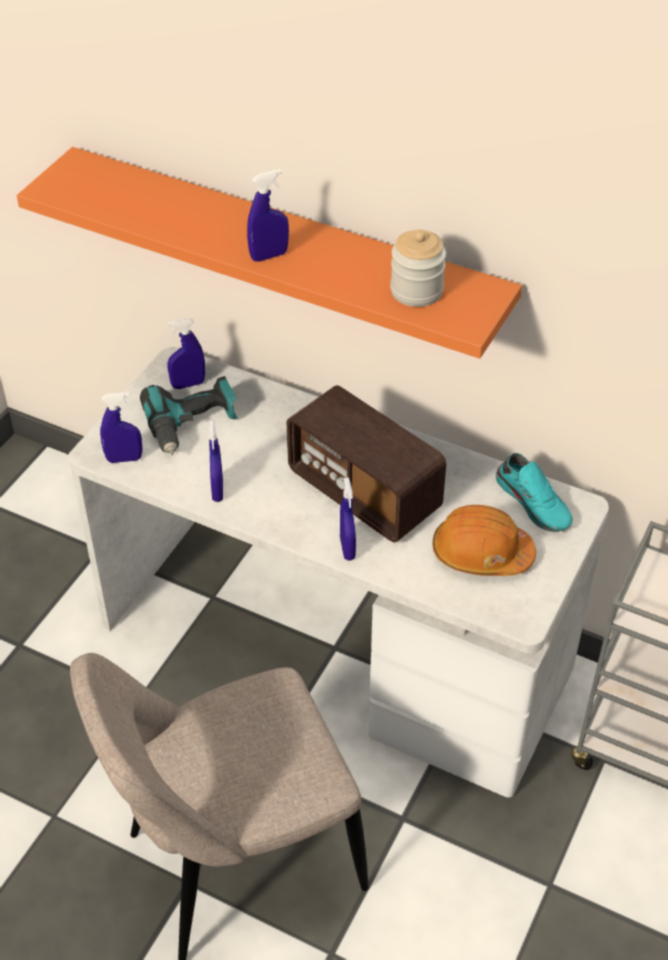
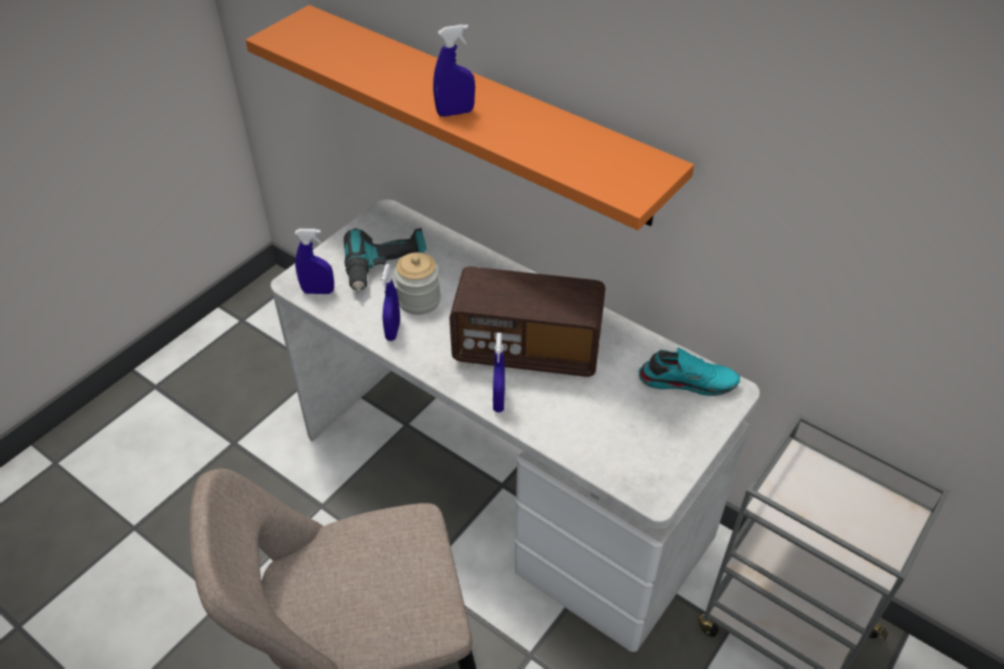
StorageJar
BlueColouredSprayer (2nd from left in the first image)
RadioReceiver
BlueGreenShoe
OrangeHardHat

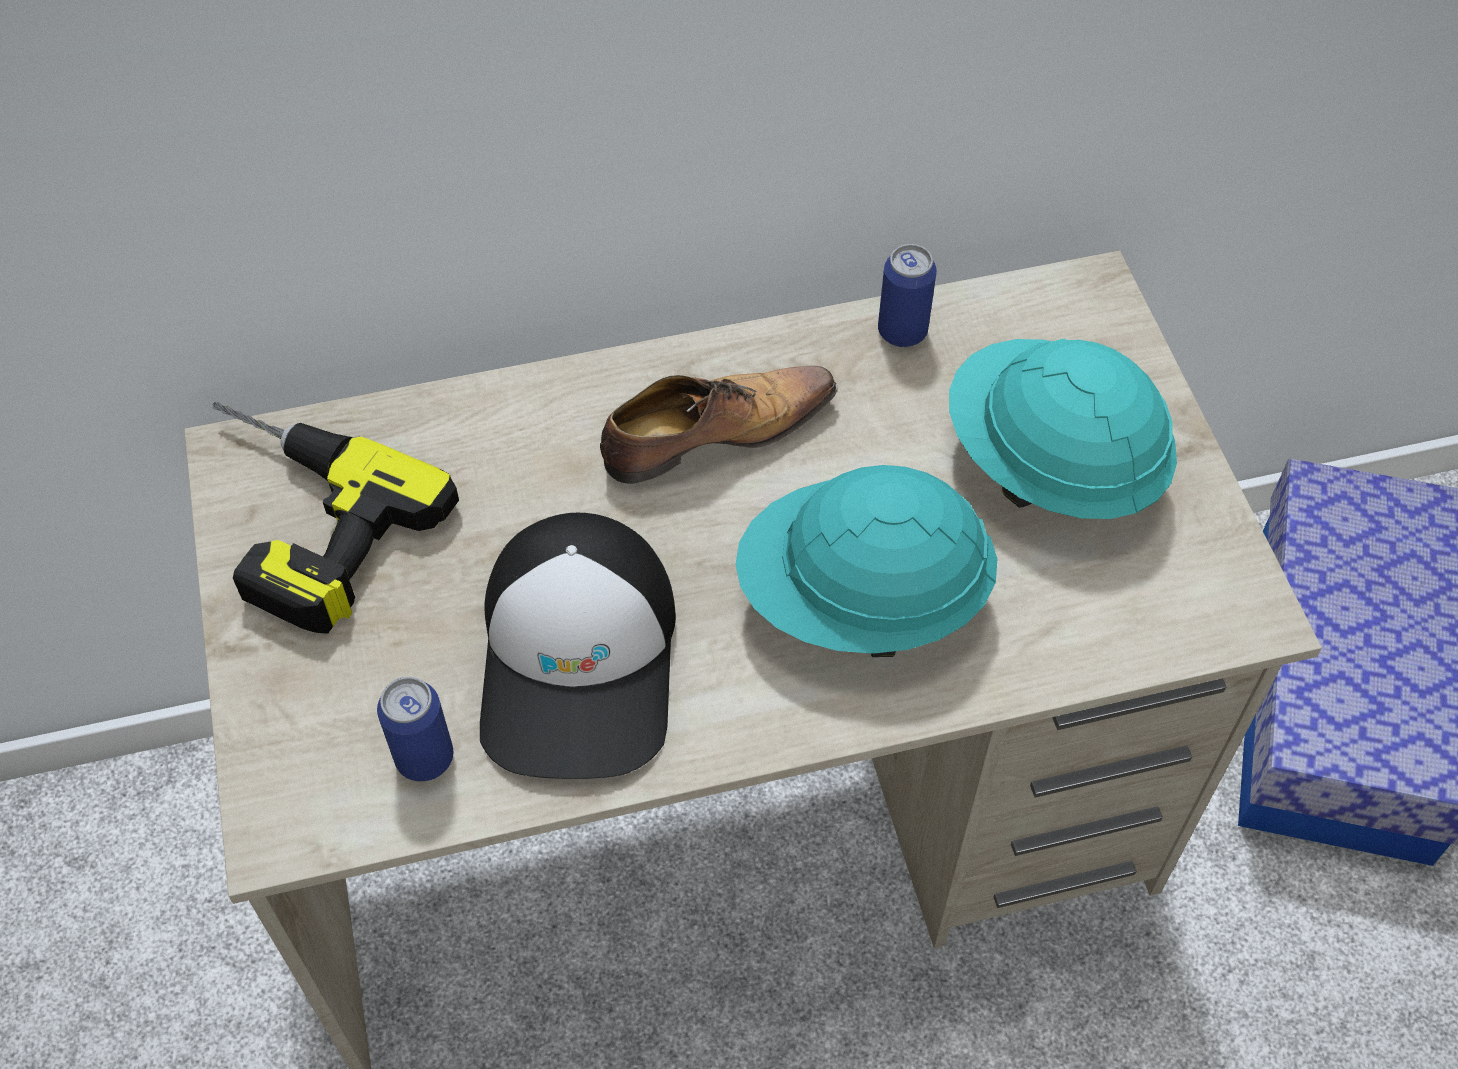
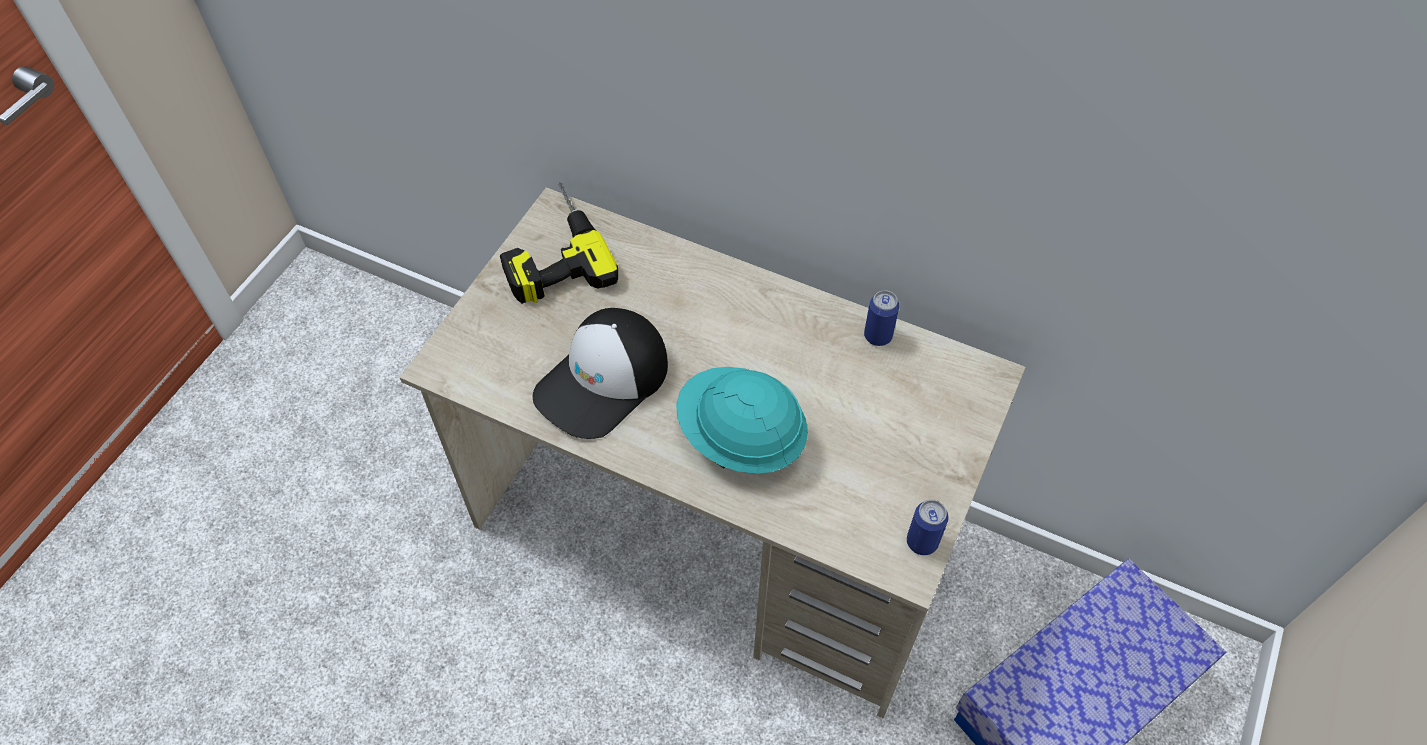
BlueGreenHardHat (2nd from left in the first image)
Shoe
MetalCan (2nd from left)

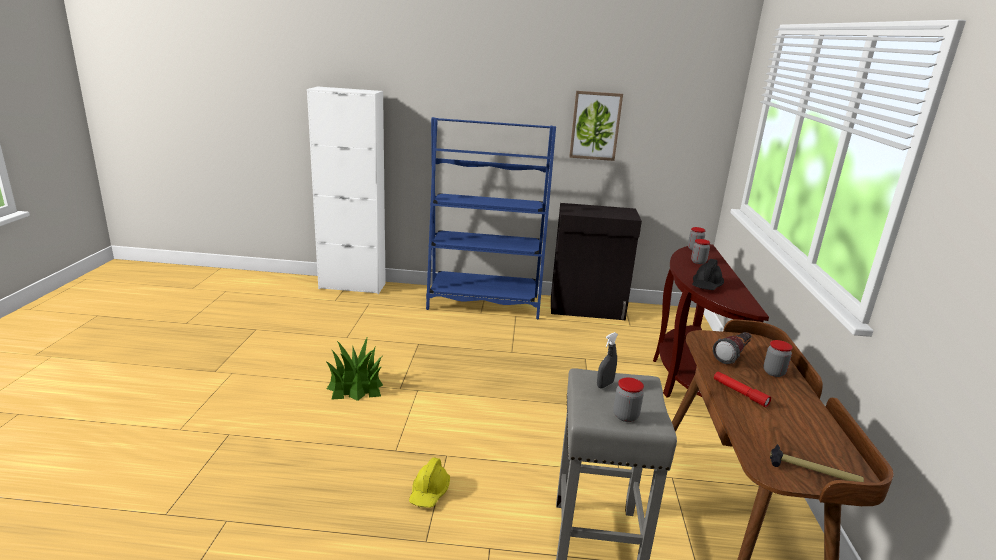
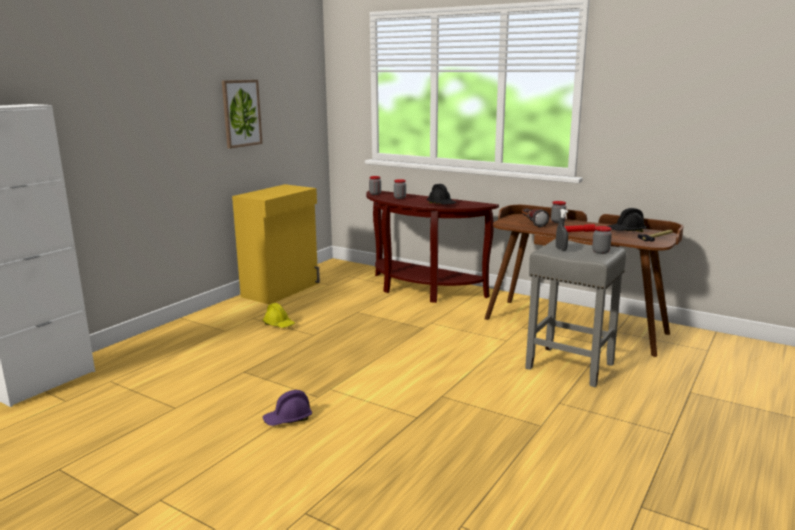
BlueColouredShelvingUnit
YellowColouredCupboard
PurpleColouredHardHat
YellowColouredHardHat
BlackColouredHardHat (2nd from left)

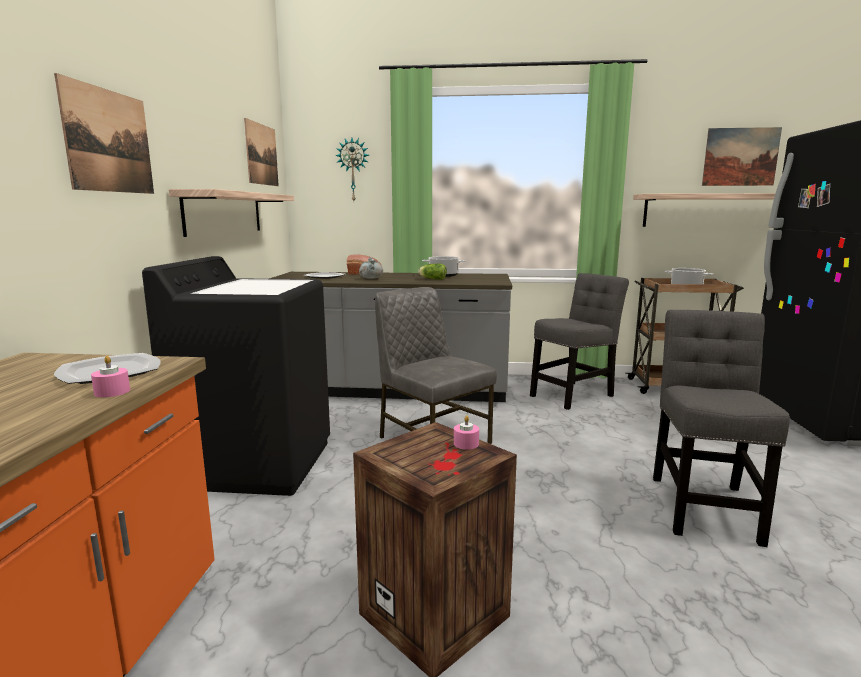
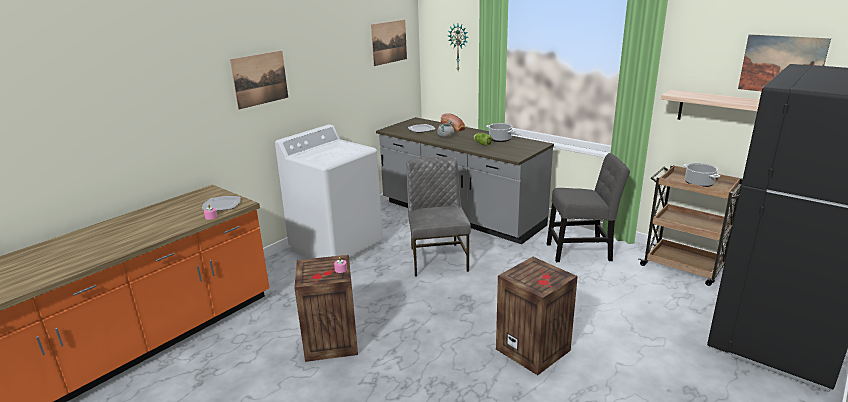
WallShelf (1st from left in the first image)
WhiteLaundryAppliance
Crate (2nd from left)

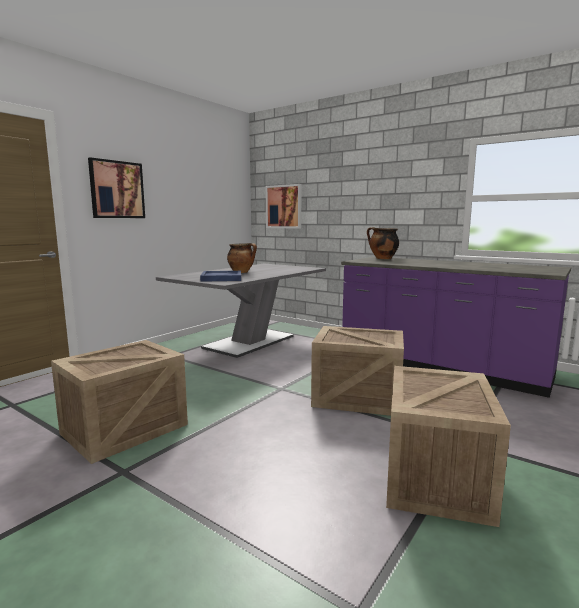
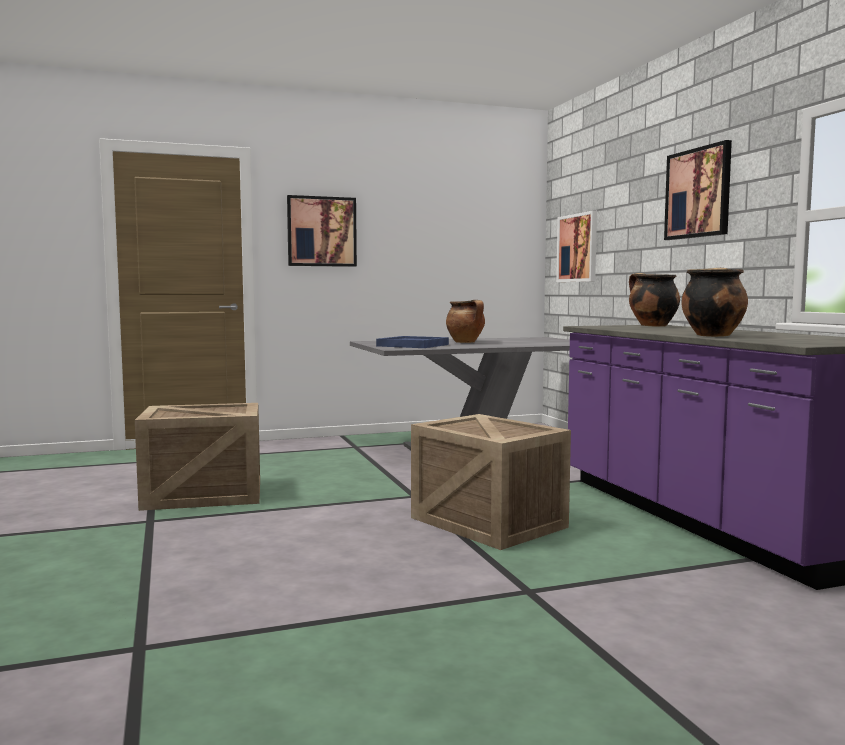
Crate (3rd from left in the first image)
WallArt (3rd from left)
Saucepot (3rd from left)

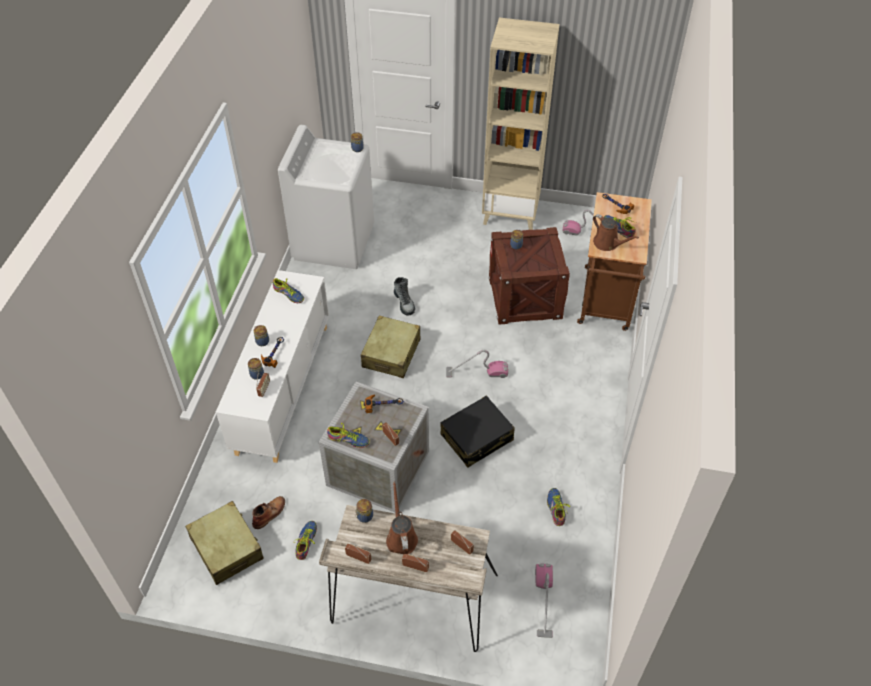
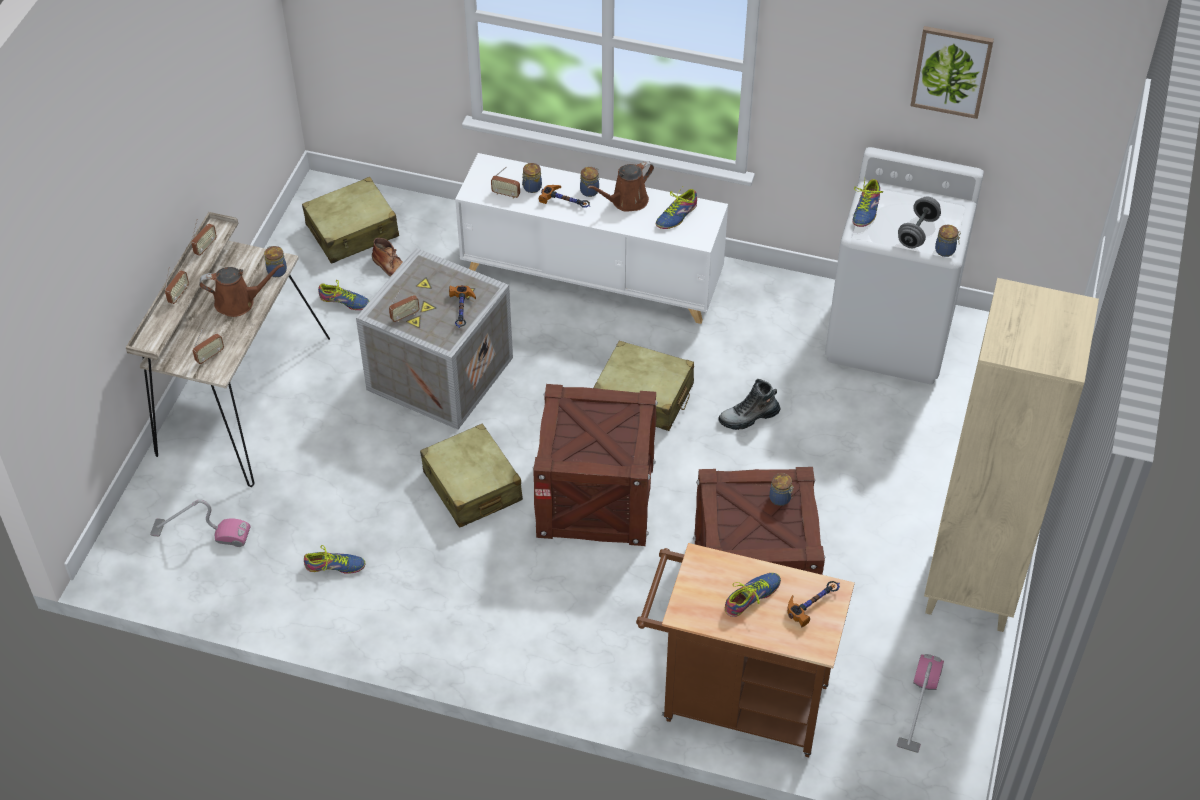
BrownSprinklingCan (2nd from left)
Crate (2nd from left)
SandColouredSuitcase (2nd from left)
Shoe (5th from left)
WallArt
GreyHandWeight

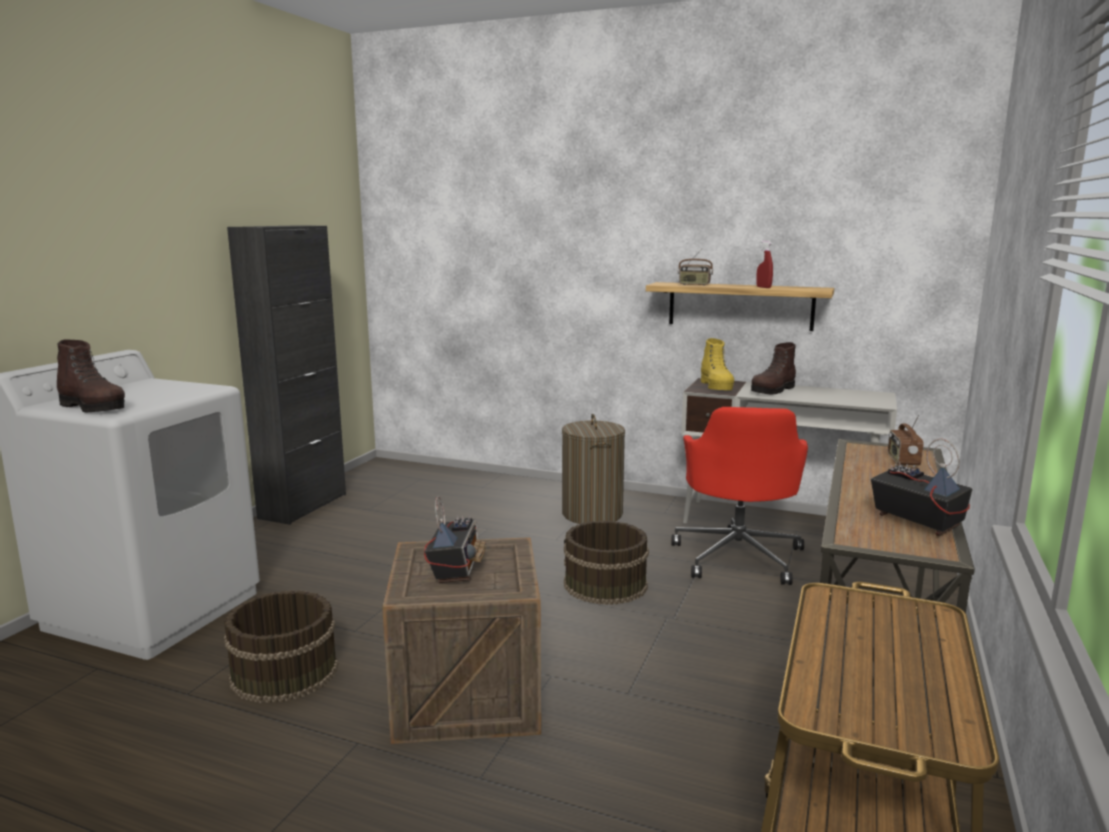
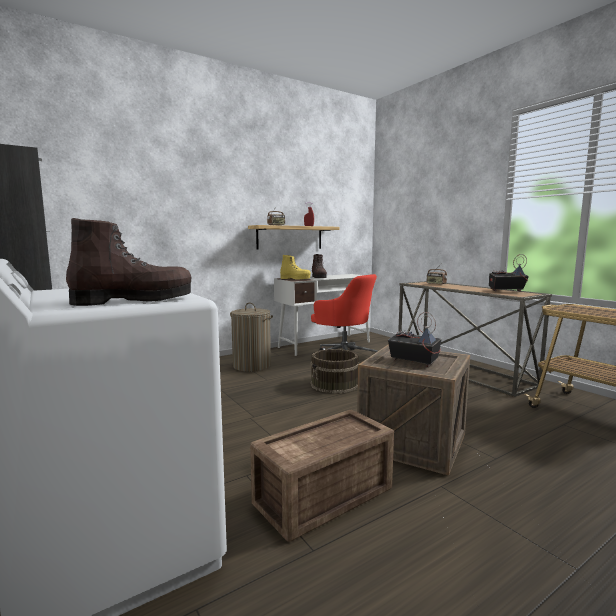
Crate (1st from left)

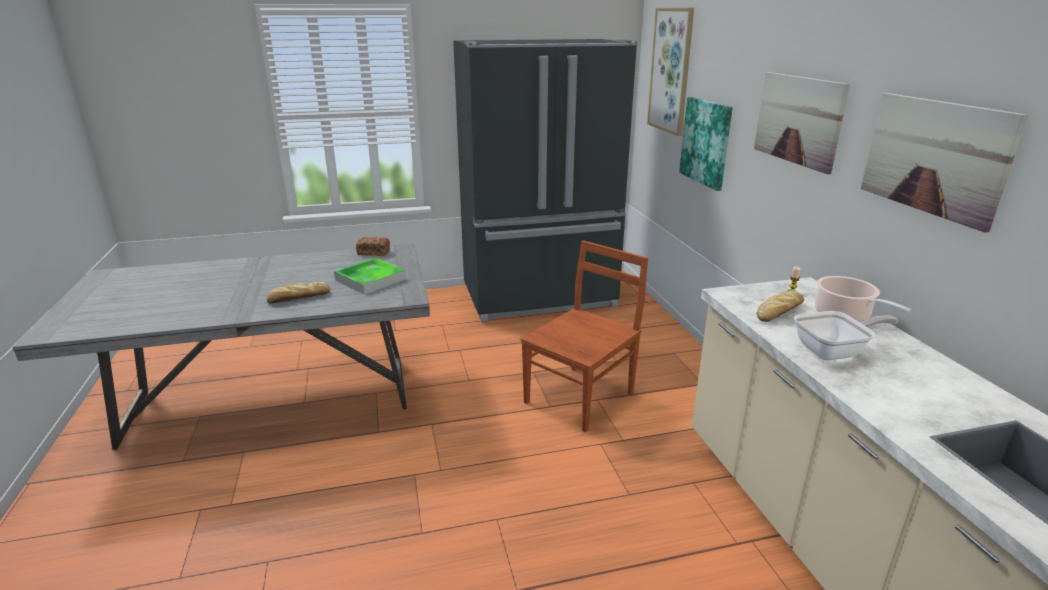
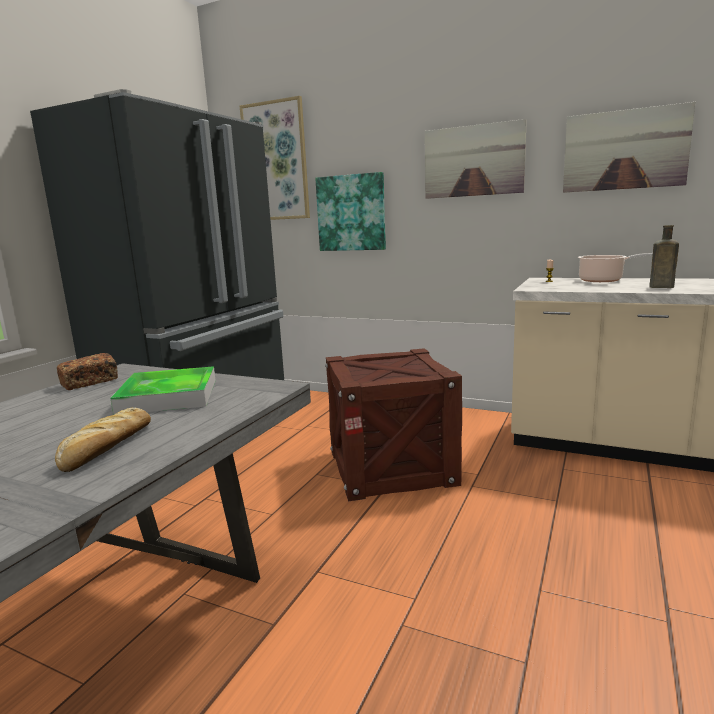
Crate
BakeryBread (3rd from left in the first image)
BrownBottle

